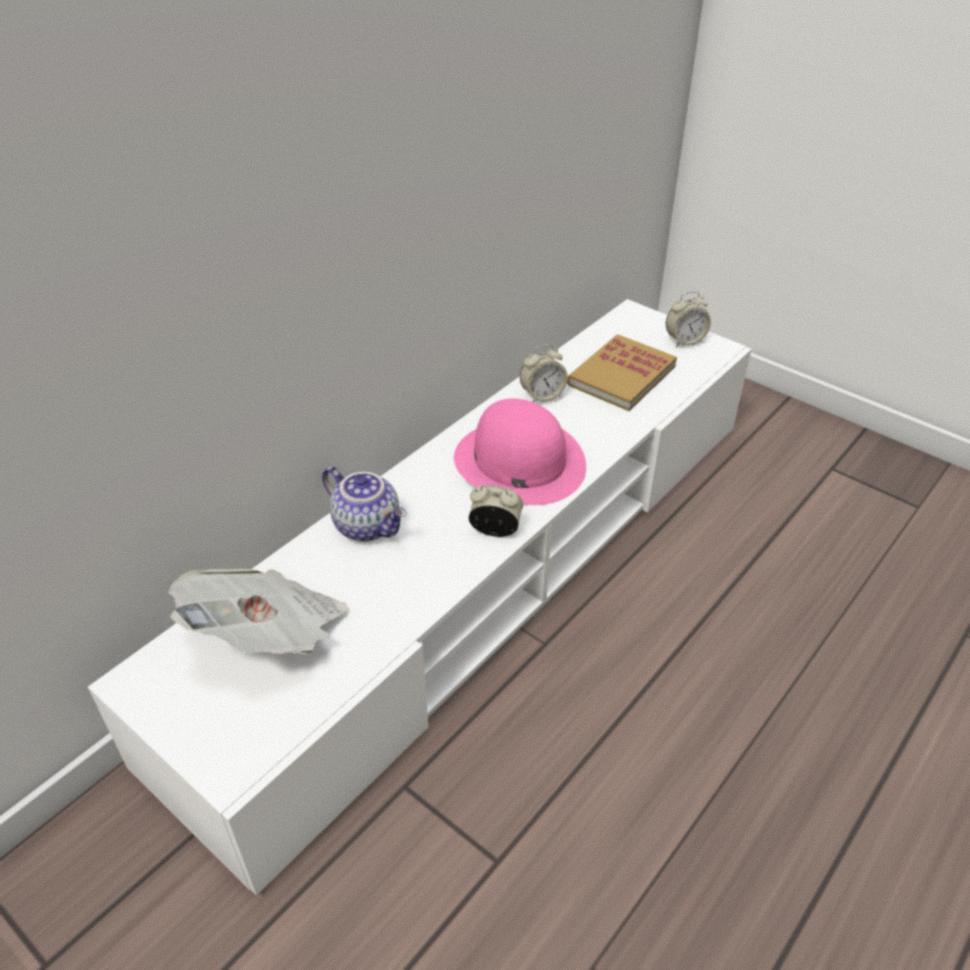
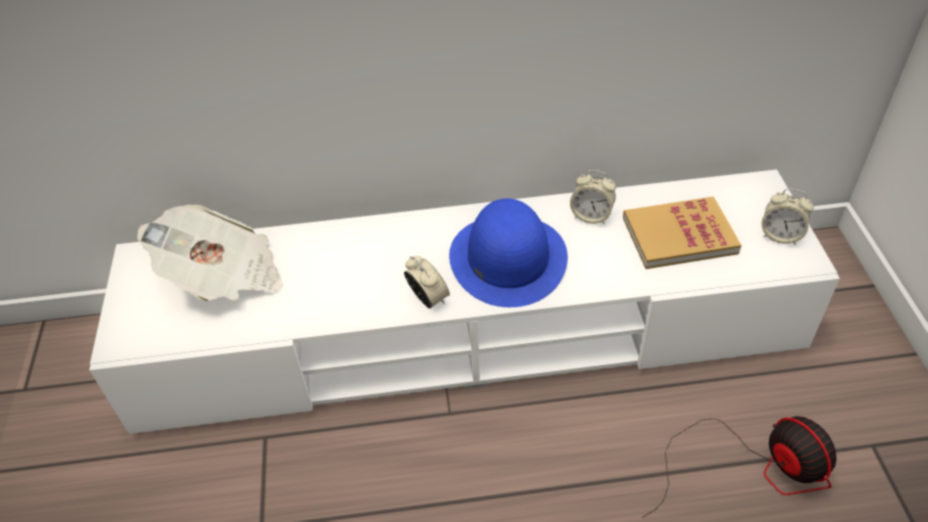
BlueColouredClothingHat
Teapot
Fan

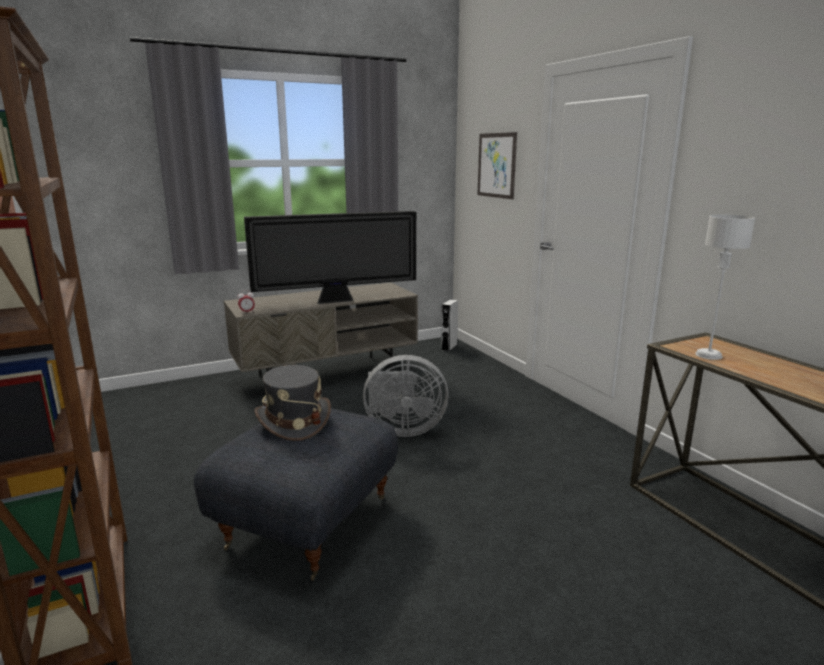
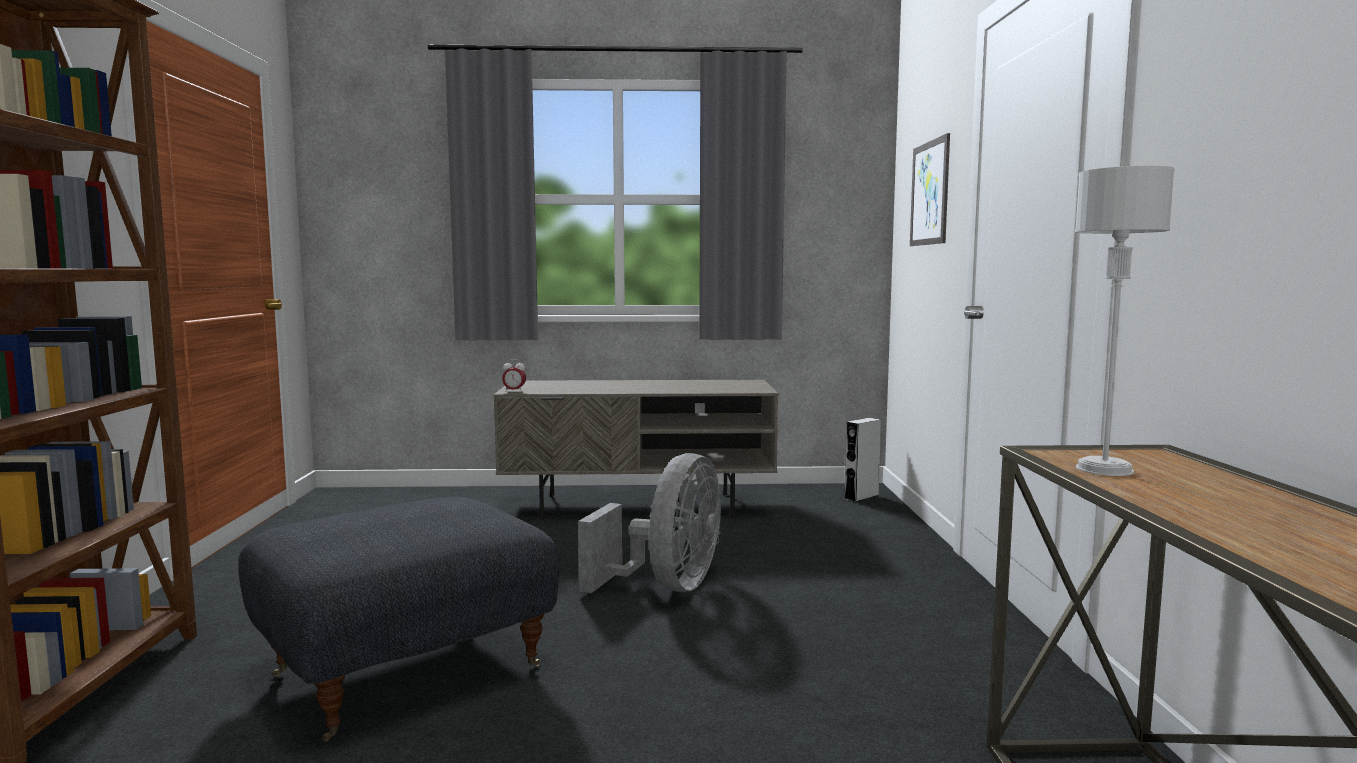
TvSet
GreyFan
GreyClothingHat

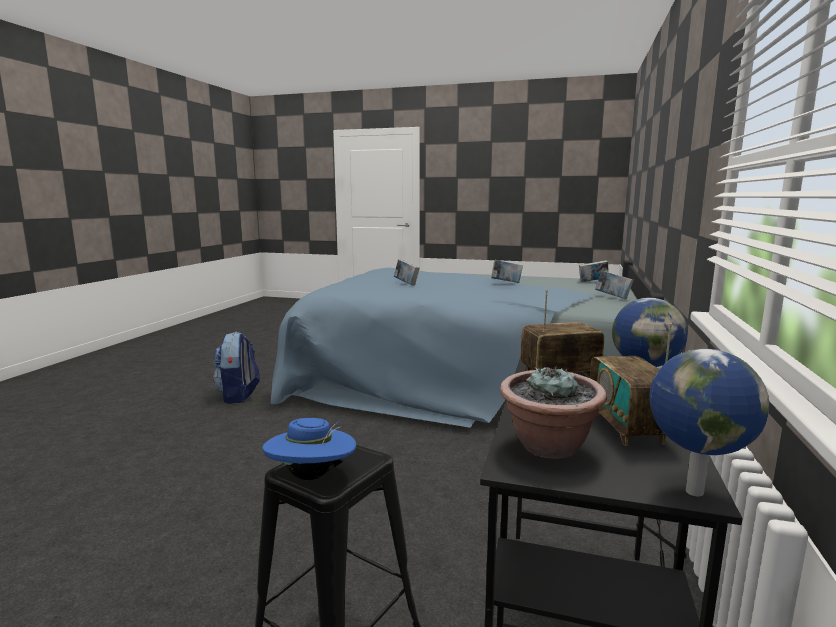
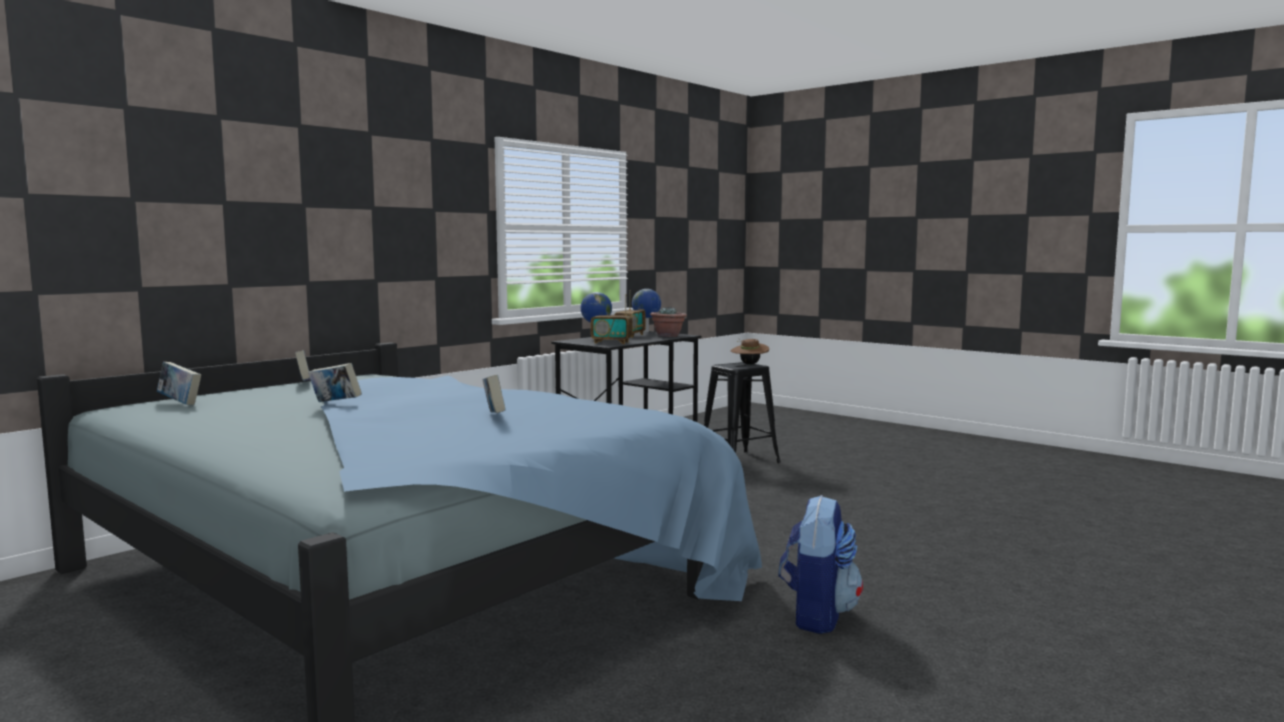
BrownClothingHat

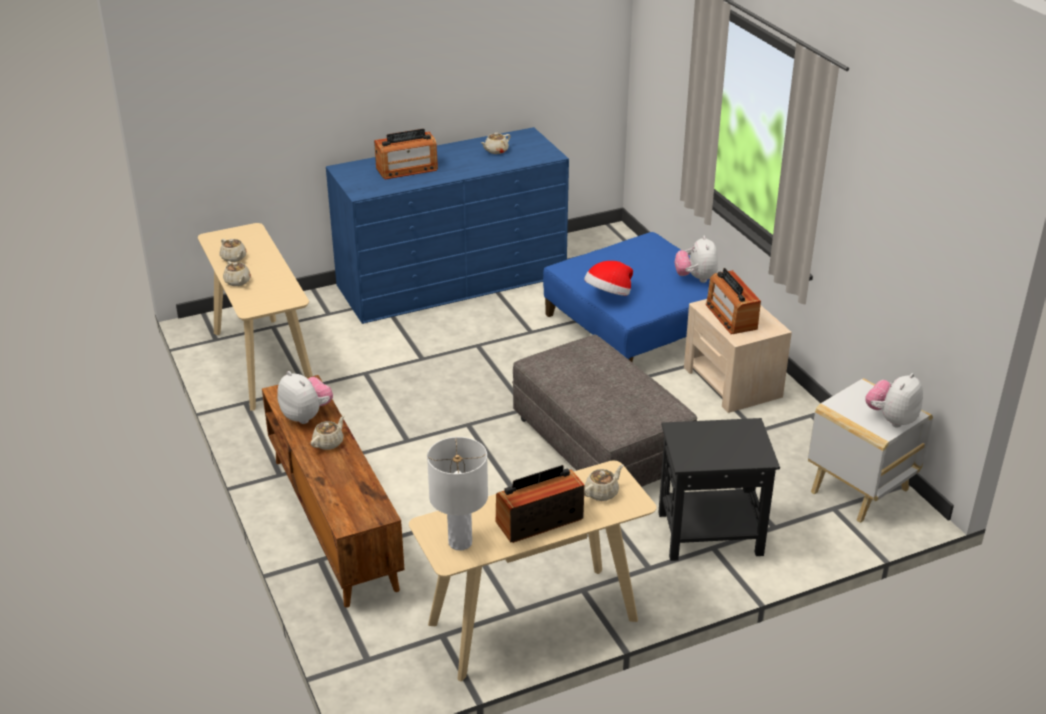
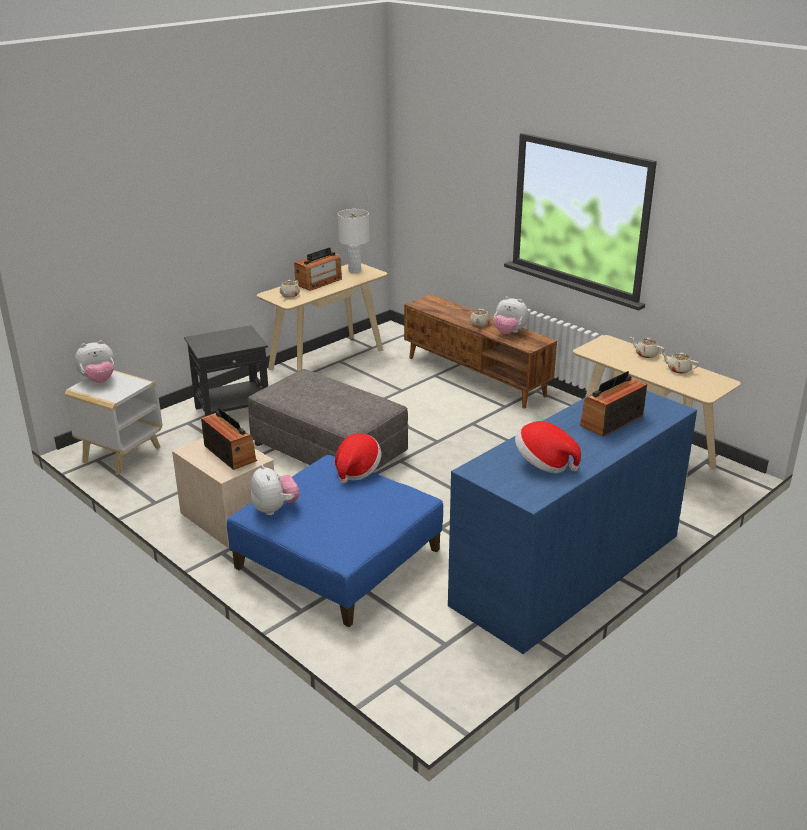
ClothingHat (2nd from left)
SoftToy (1st from left)

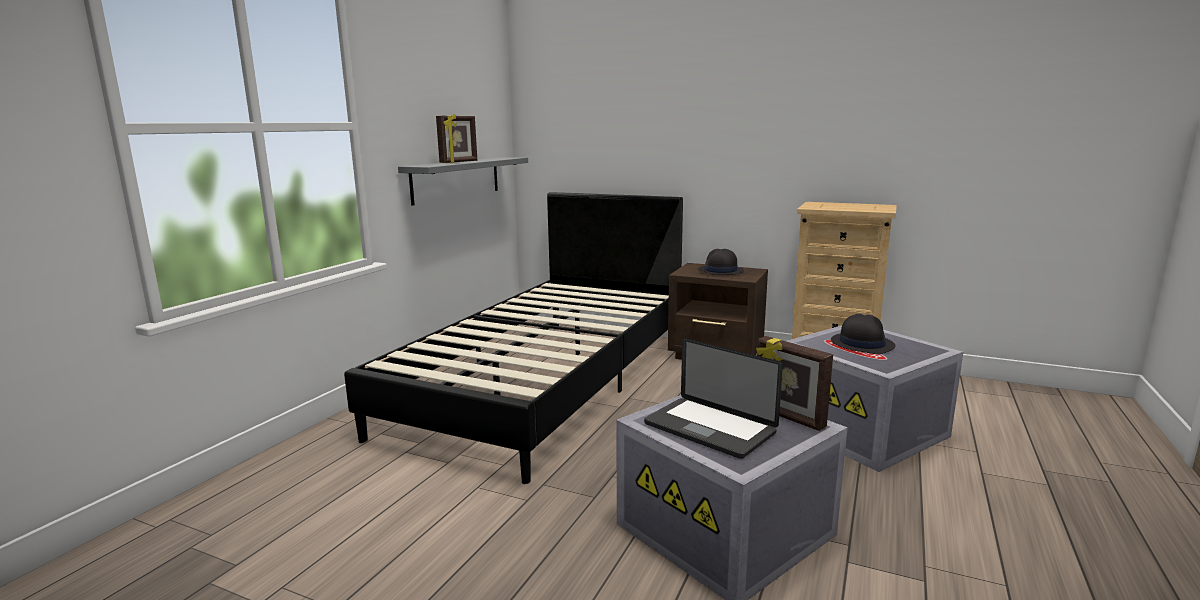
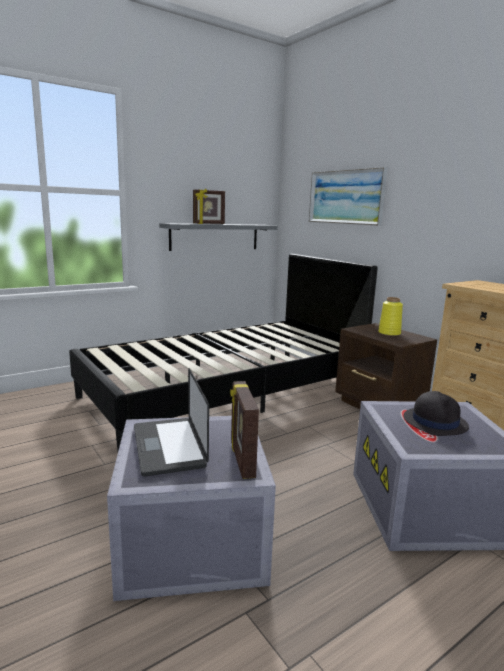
YellowColouredDecorativeVase
WallArt

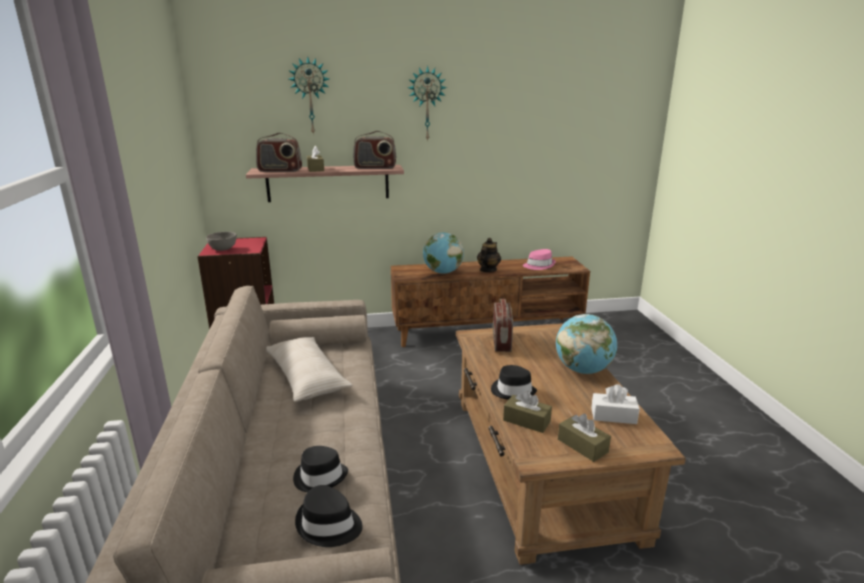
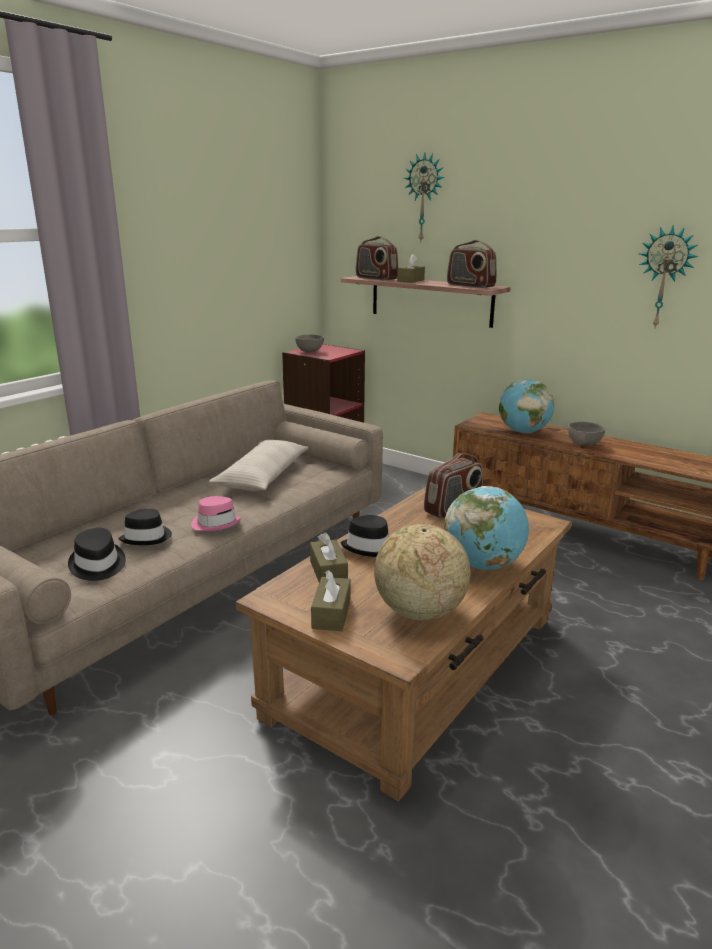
WallClock (2nd from left)
GreyServingBowl (2nd from left)
PinkishClothingHat
WorldGlobe (1st from left)

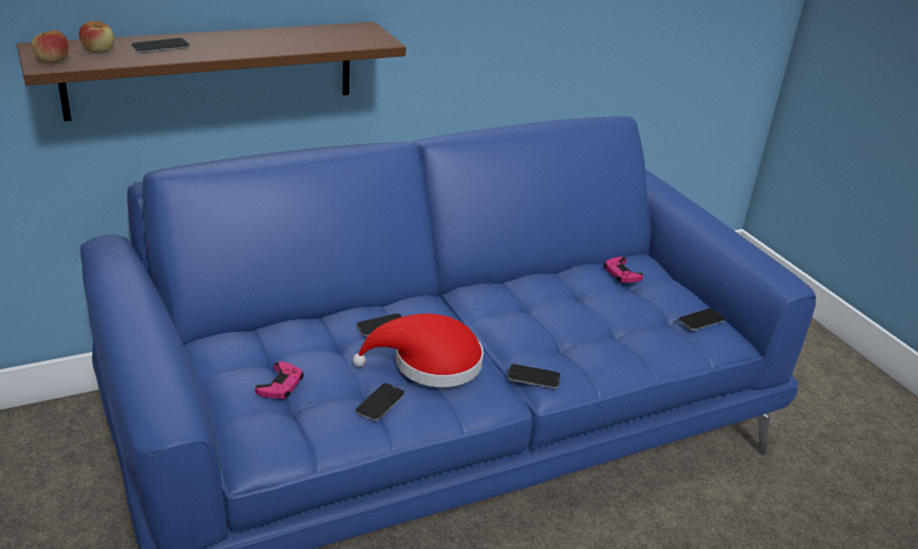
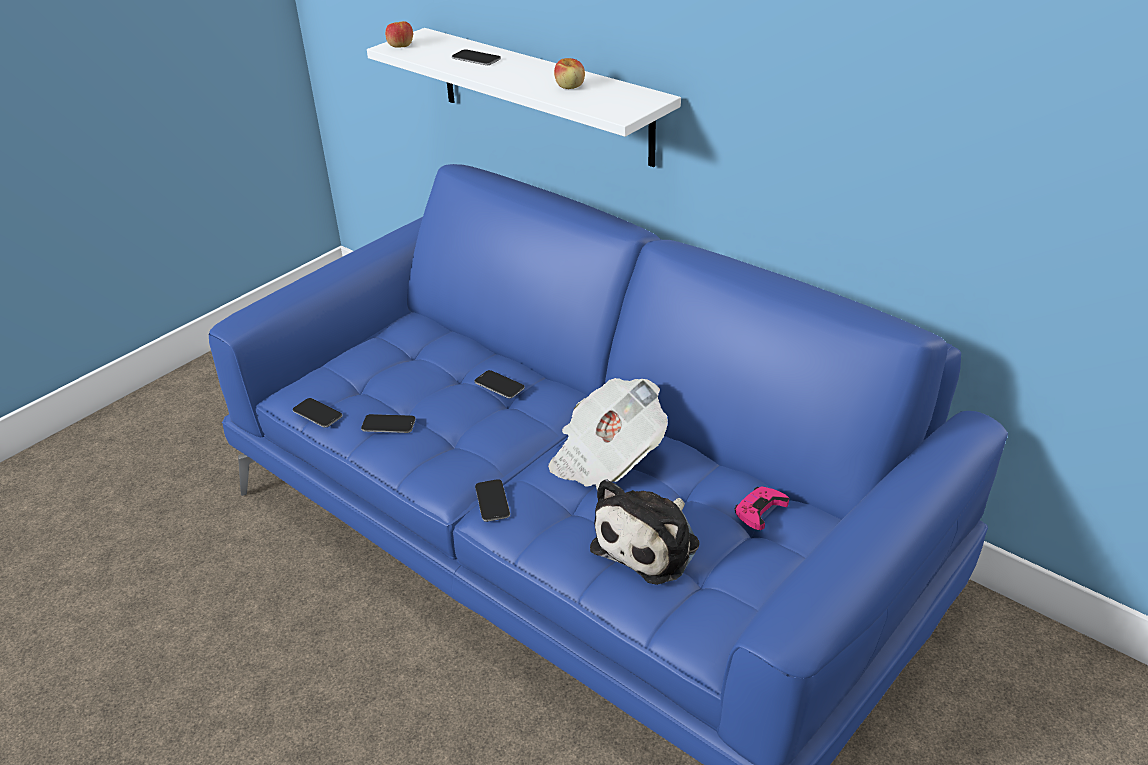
Apple (2nd from left)
WhiteWallShelf
Handset (1st from left)
RedClothingHat
PinkishGamepad (1st from left in the first image)
PrintedPaper
SoftToy

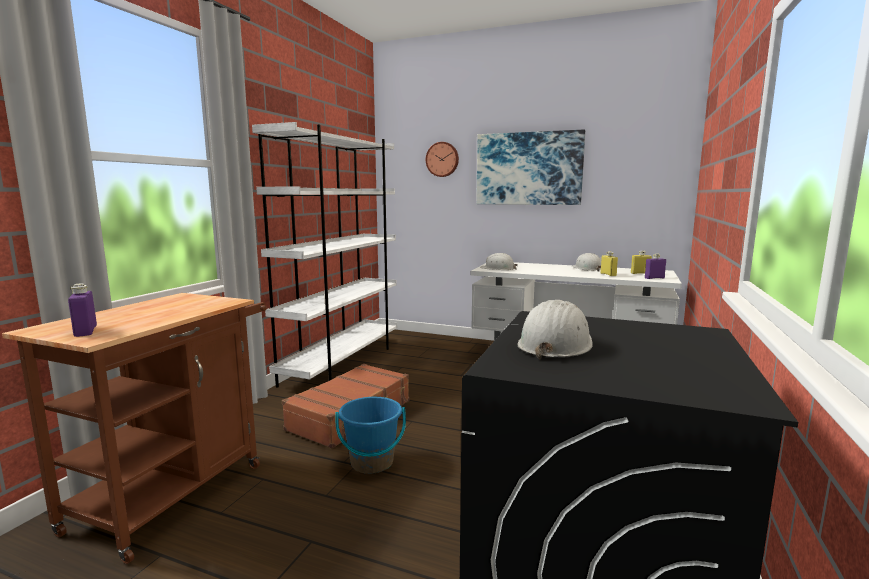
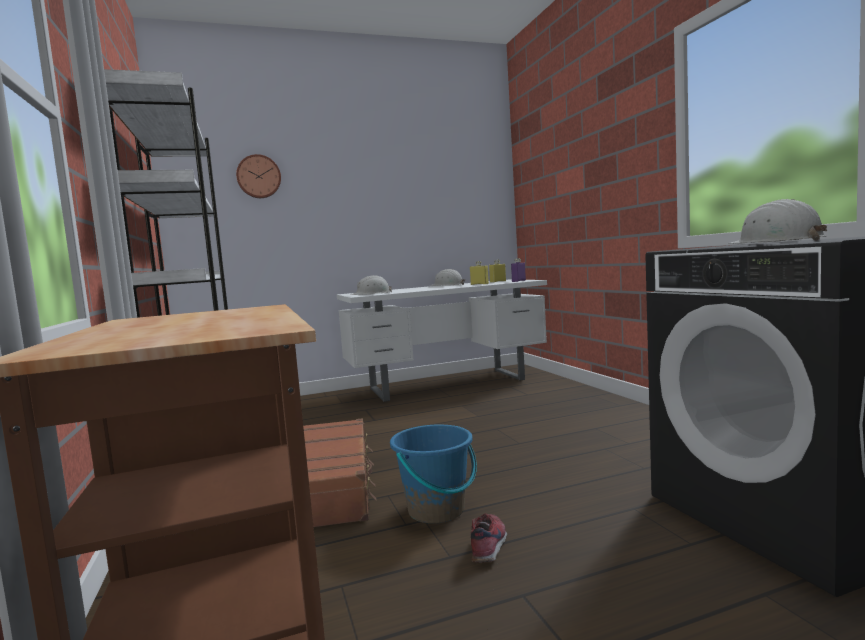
WallArt
PurpleColouredBottle (1st from left in the first image)
Shoe

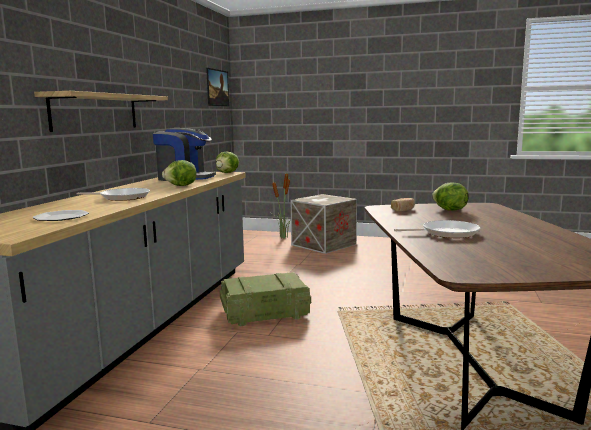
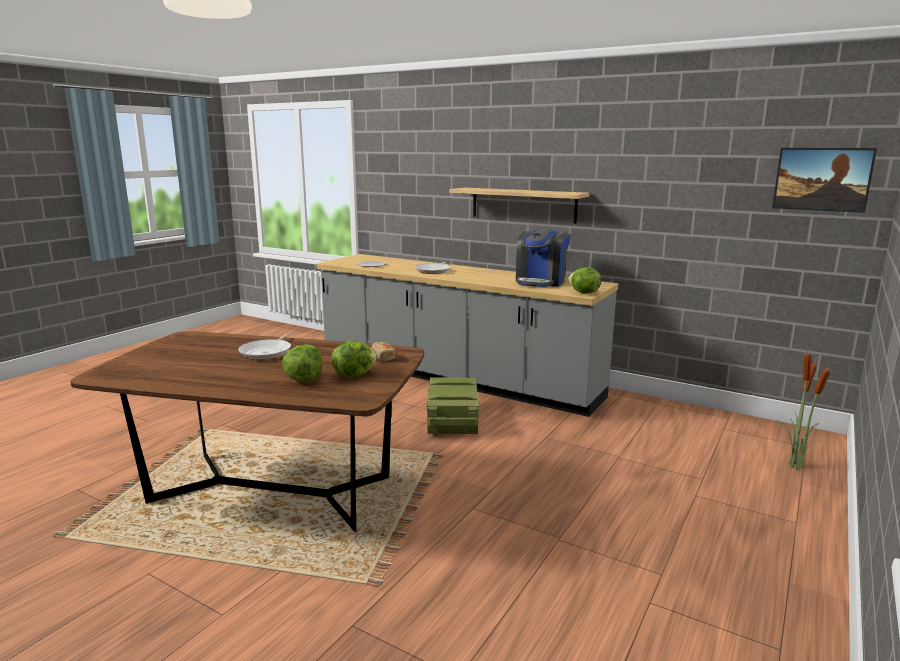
HeadOfLettuce (1st from left)
Crate (2nd from left in the first image)

